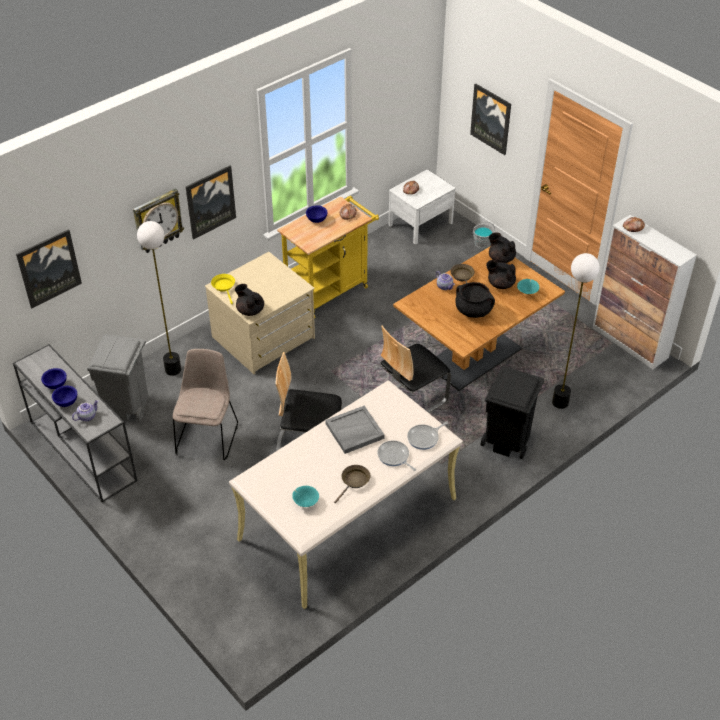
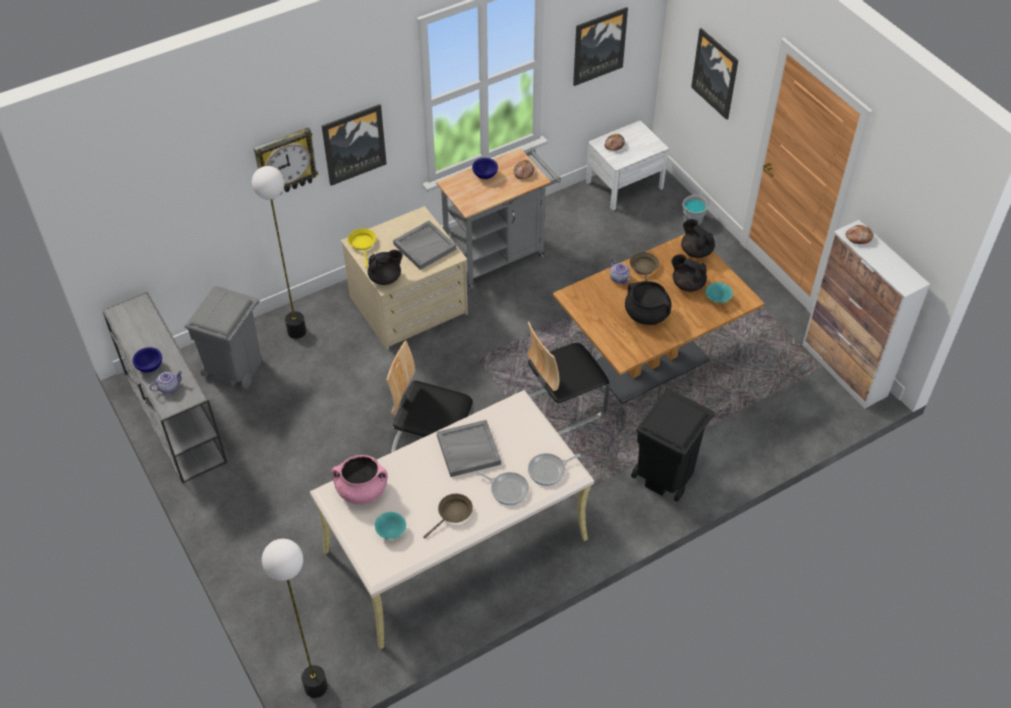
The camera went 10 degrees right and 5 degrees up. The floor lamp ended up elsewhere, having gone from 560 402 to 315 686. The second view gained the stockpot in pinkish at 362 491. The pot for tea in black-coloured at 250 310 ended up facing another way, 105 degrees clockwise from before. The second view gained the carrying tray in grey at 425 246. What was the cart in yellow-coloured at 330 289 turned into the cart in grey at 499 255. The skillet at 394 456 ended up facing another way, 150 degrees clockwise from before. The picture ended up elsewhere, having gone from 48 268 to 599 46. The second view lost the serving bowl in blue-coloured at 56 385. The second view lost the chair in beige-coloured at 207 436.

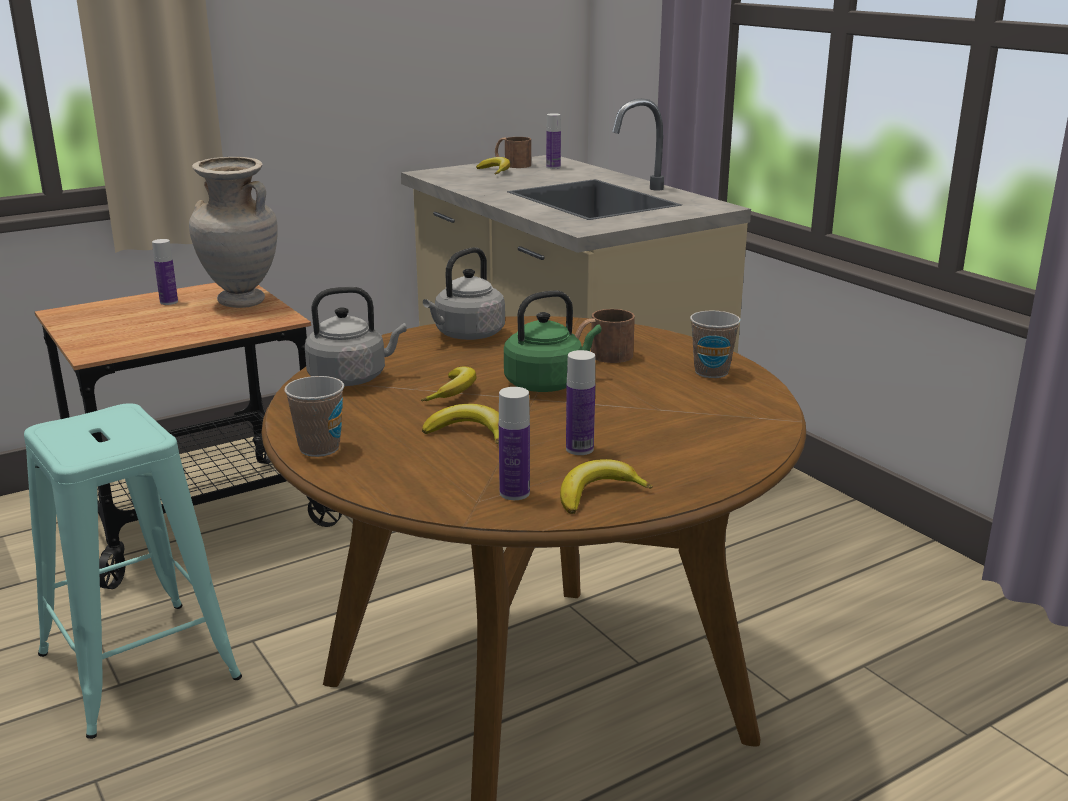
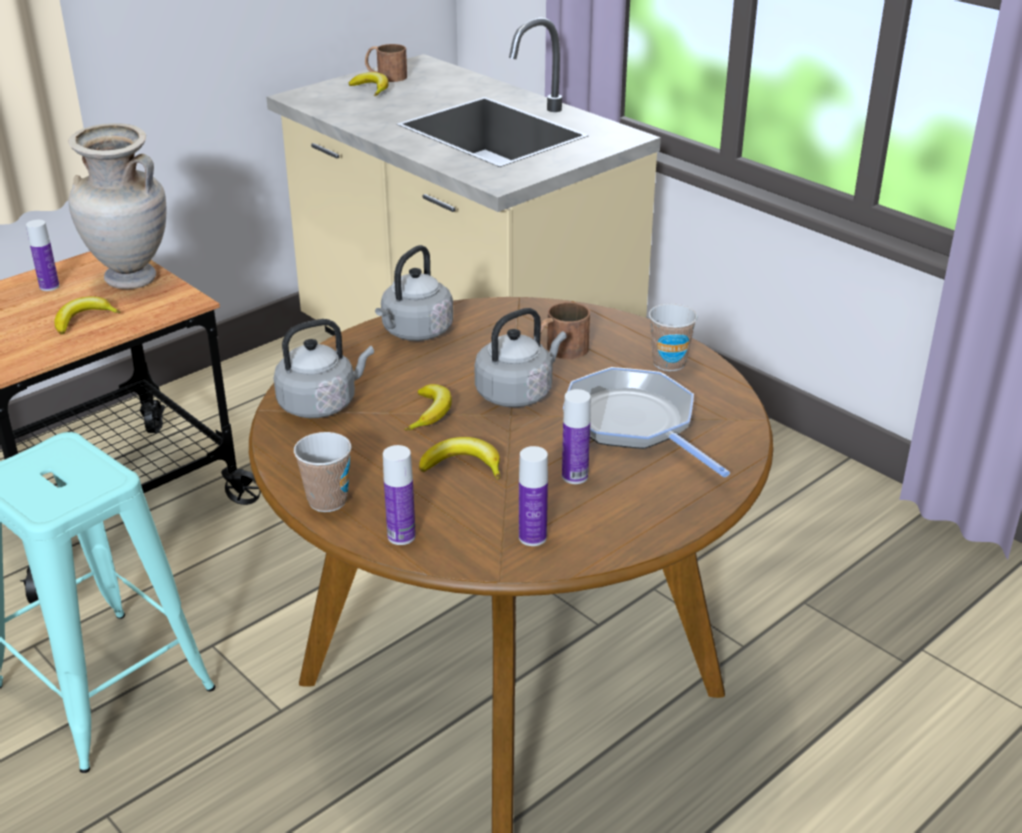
The camera went 10 degrees left and 10 degrees up. The whole banana ended up elsewhere, having gone from 598 494 to 84 320. The drink bottle ended up elsewhere, having gone from 553 167 to 401 536. What was the kettle in green-coloured at 547 383 turned into the kettle in grey at 517 393. The second view gained the skillet at 634 423.

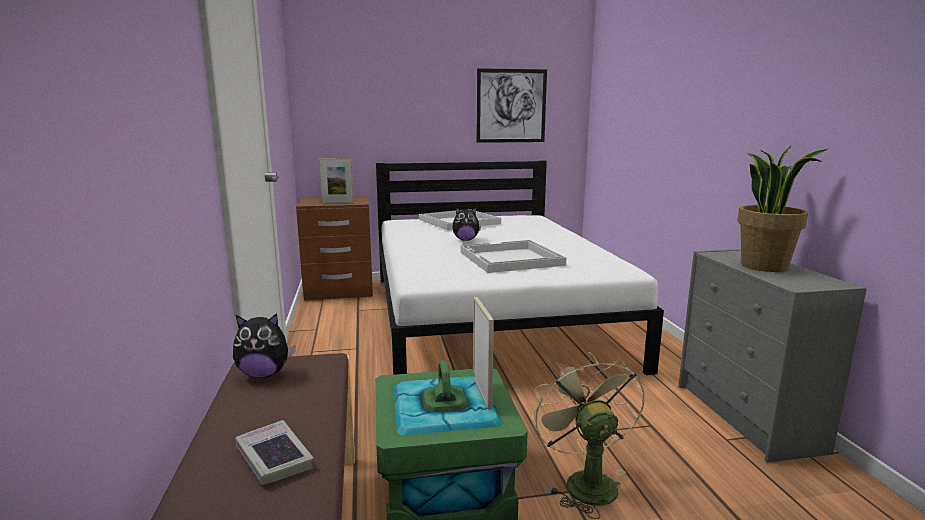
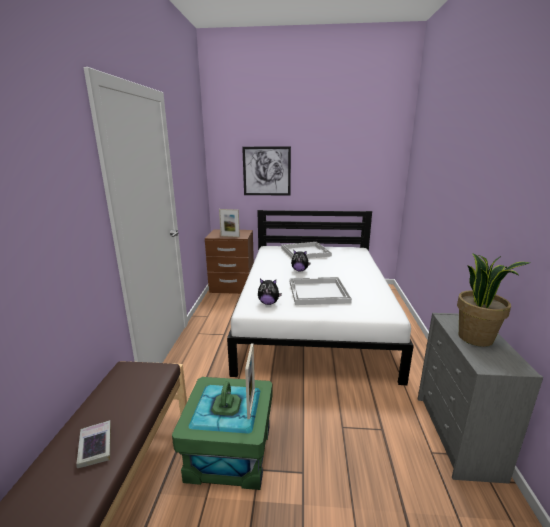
The camera went 15 degrees right and 5 degrees up. The picture ended up elsewhere, having gone from 511 106 to 266 171. The cuddly toy ended up elsewhere, having gone from 264 374 to 268 303. The second view lost the cooling fan in green-coloured at 584 481.

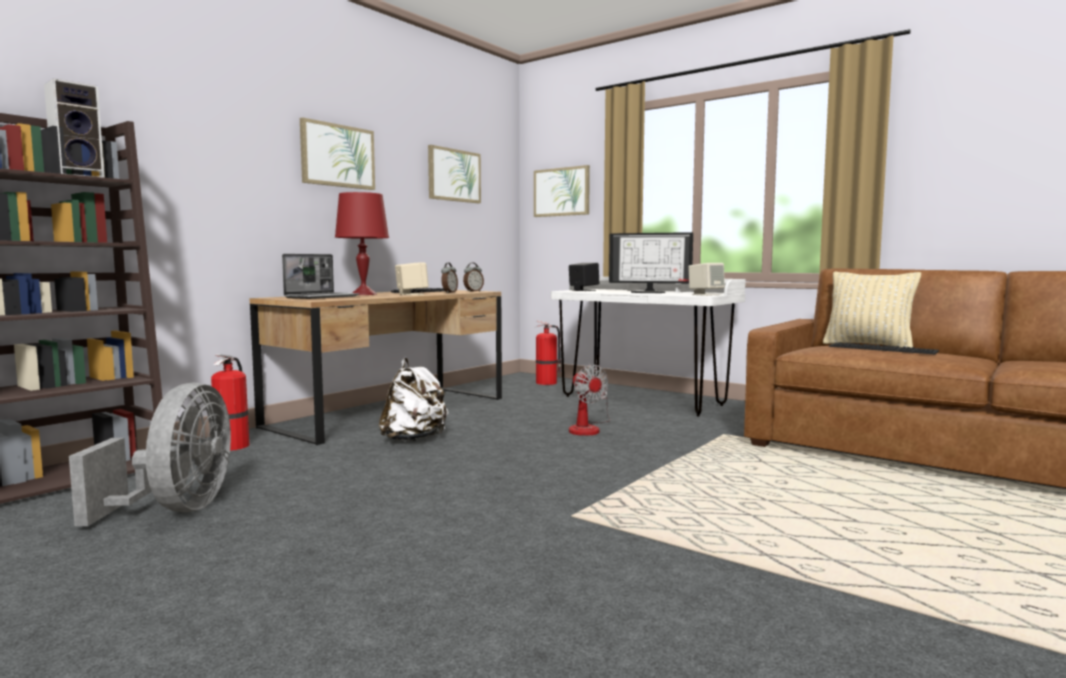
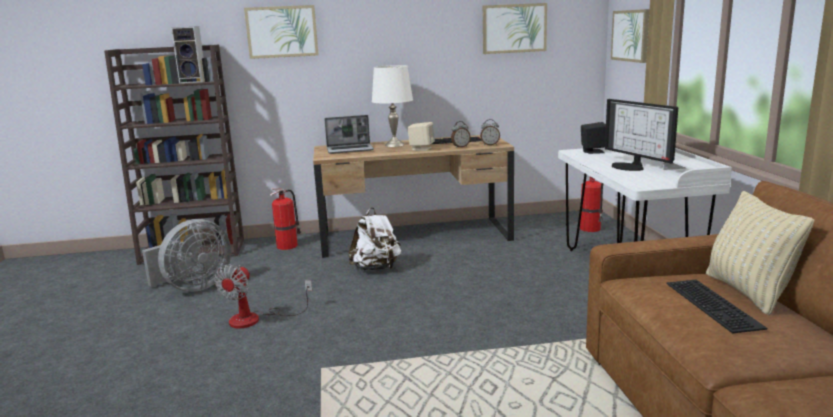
The camera went 45 degrees right and 10 degrees up. The cooling fan ended up elsewhere, having gone from 588 428 to 255 319. The picture ended up elsewhere, having gone from 337 156 to 282 31. What was the tabletop lamp in red at 364 294 turned into the tabletop lamp in white-coloured at 394 145. The second view lost the audio speaker in beige-coloured at 705 294.

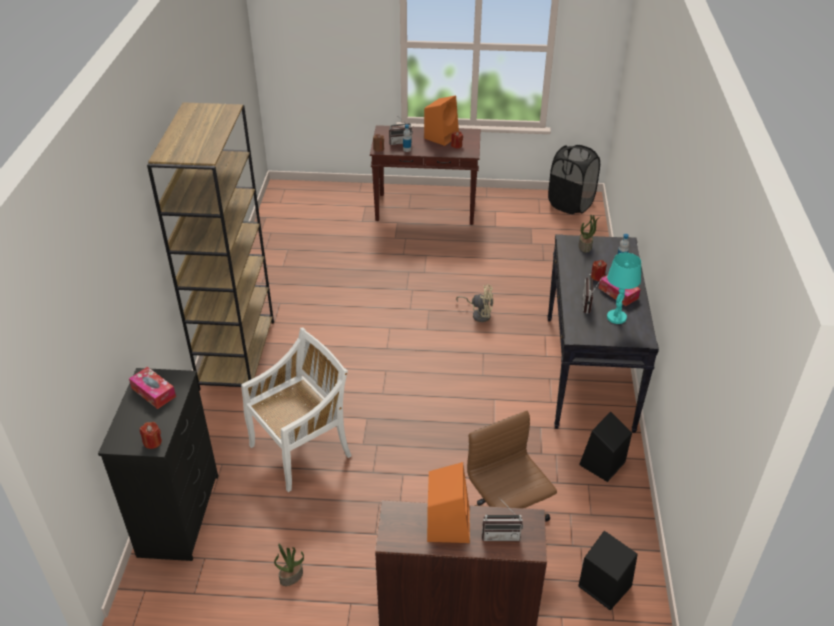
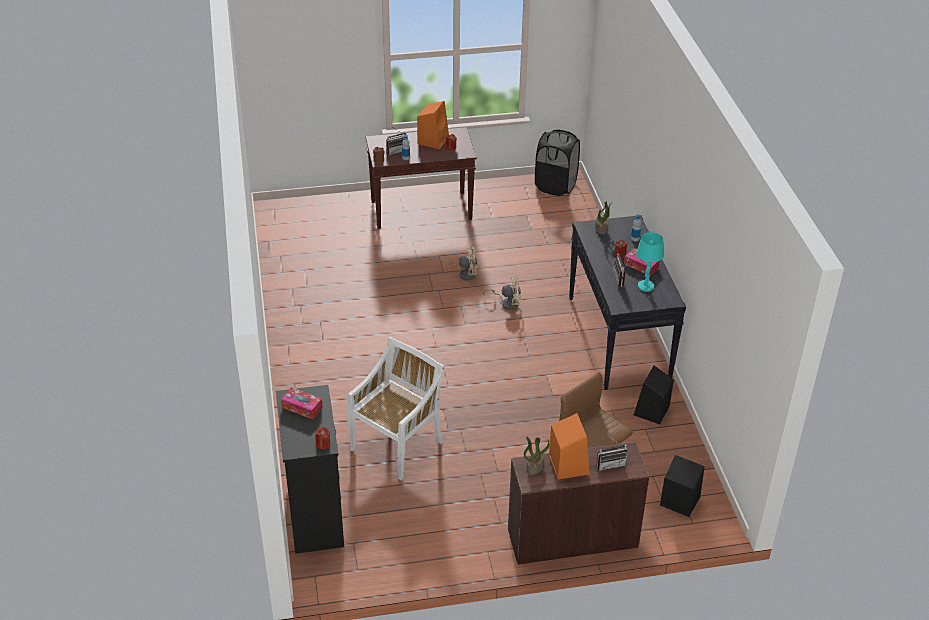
The camera went 15 degrees left and 0 degrees up. The second view gained the cooling fan in beige-coloured at 464 274. The houseplant ended up elsewhere, having gone from 291 576 to 535 467. The second view lost the bookcase in brown-coloured at 237 354.

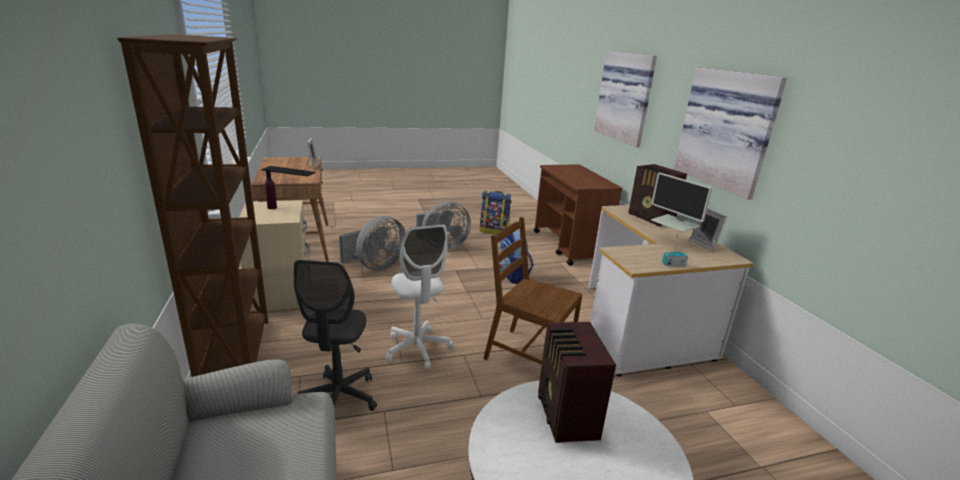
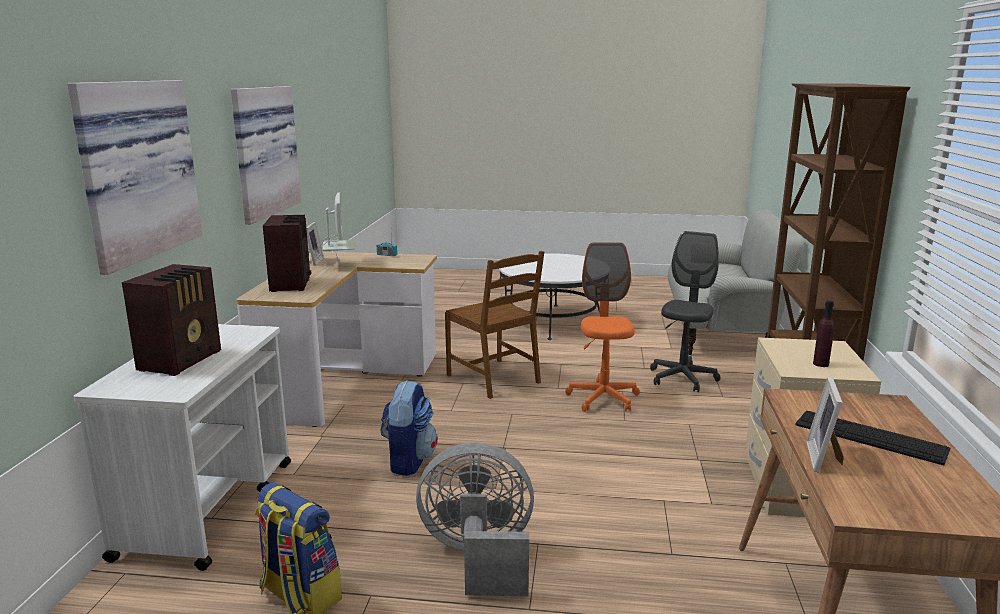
The camera went 155 degrees left and 5 degrees down. What was the cart in brown-coloured at 569 246 turned into the cart in white-coloured at 209 507. The radio ended up elsewhere, having gone from 566 417 to 182 360. What was the computer chair in white-coloured at 417 349 turned into the computer chair in orange-coloured at 603 398. The second view lost the cooling fan in grey at 376 266.

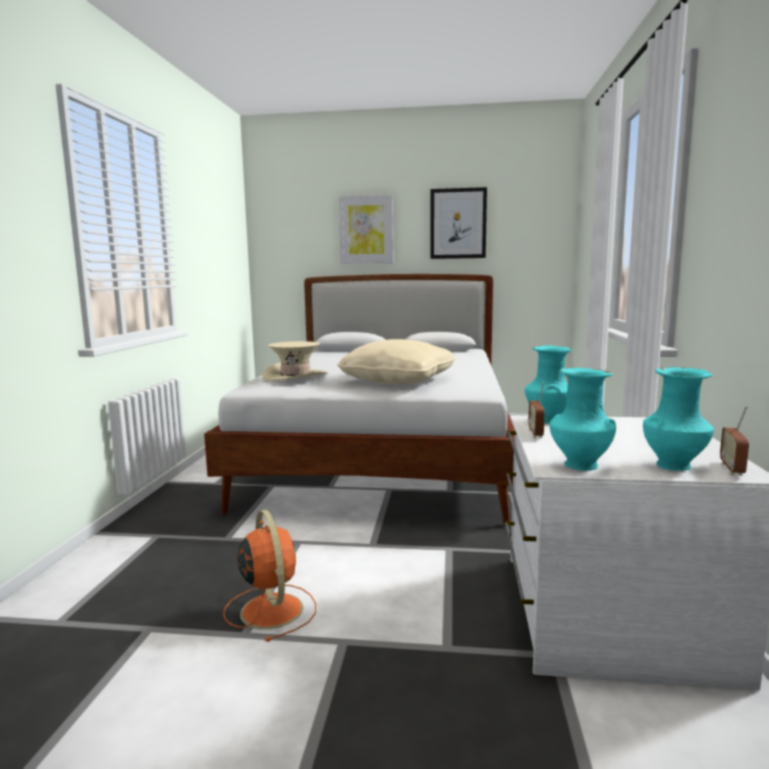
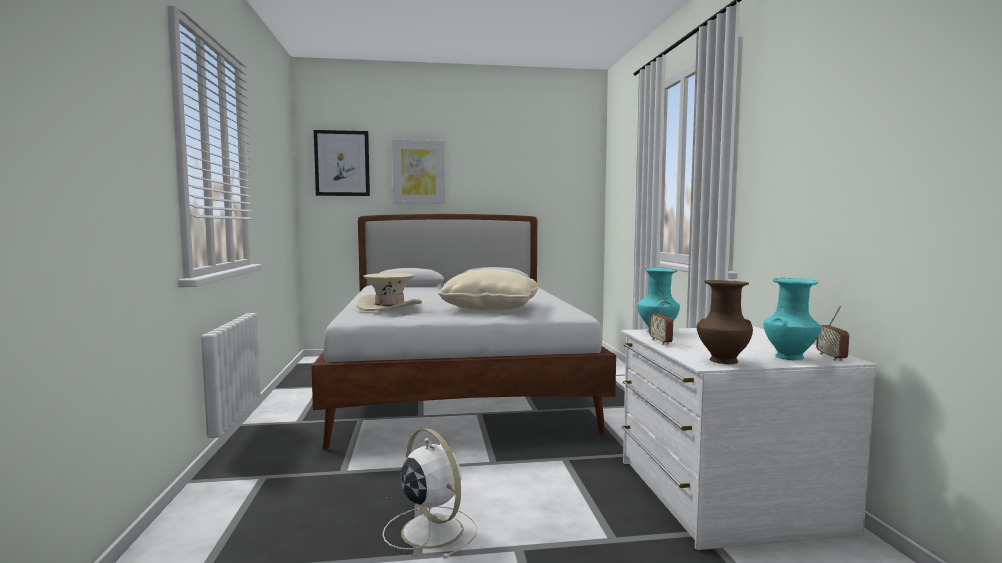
The camera went 15 degrees left and 5 degrees down. The picture ended up elsewhere, having gone from 458 223 to 342 163. What was the cooling fan in orange-coloured at 271 609 turned into the cooling fan in white-coloured at 430 529. What was the decorative vase in blue-green at 579 465 turned into the decorative vase in brown-coloured at 722 361.

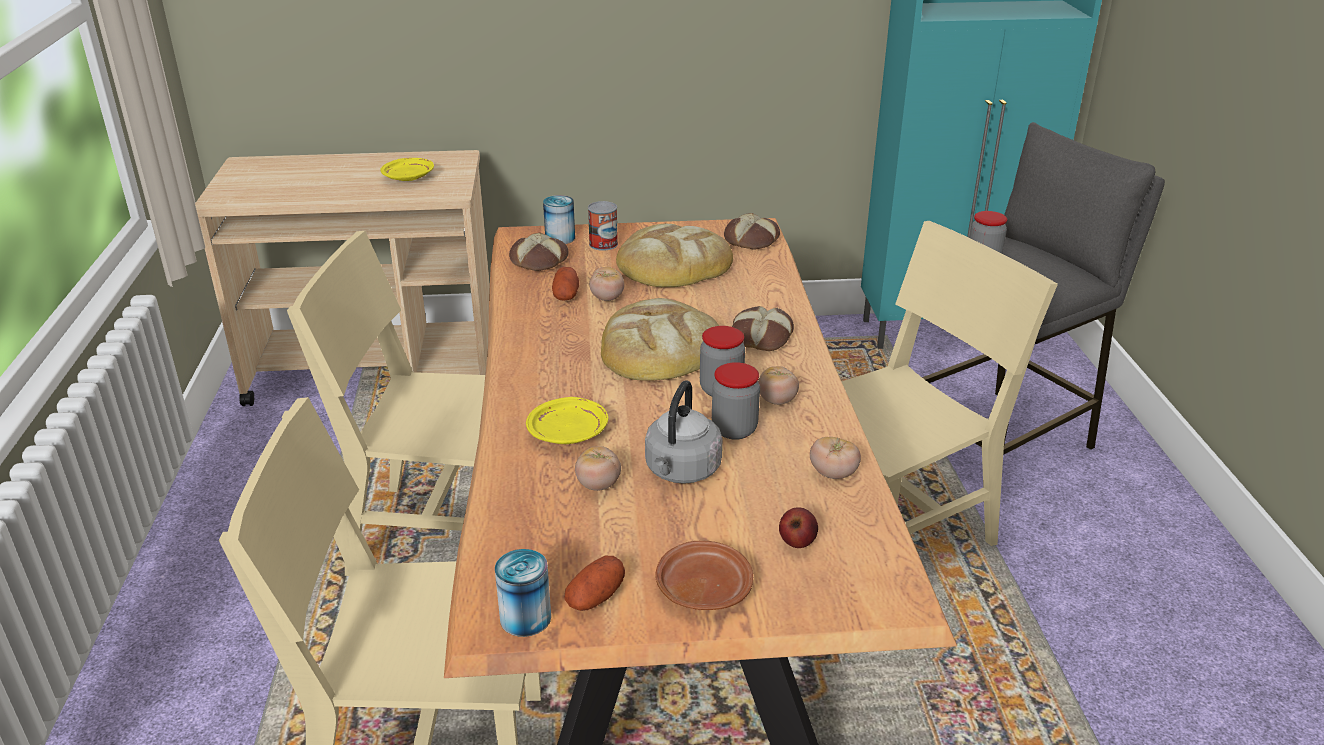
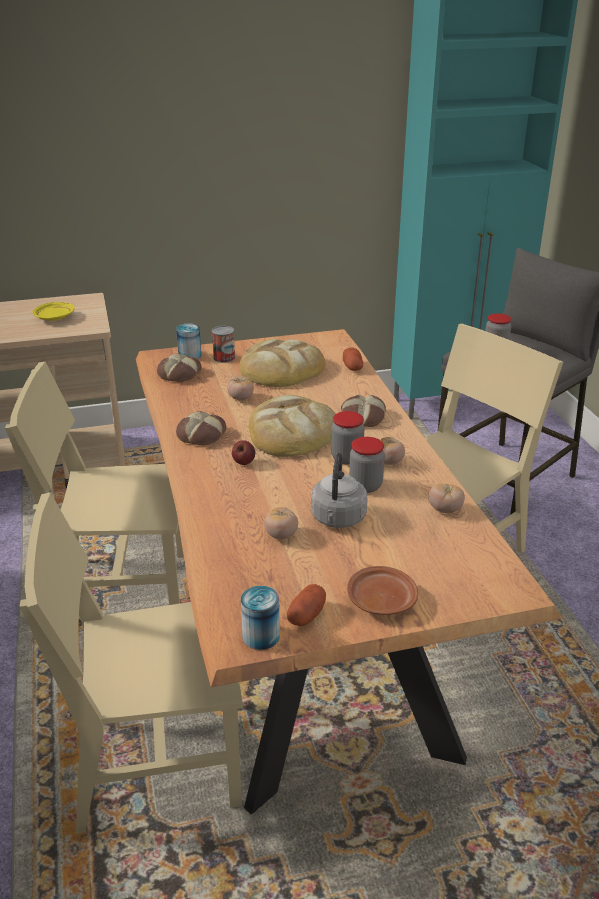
The camera went 10 degrees left and 0 degrees up. The bakery bread ended up elsewhere, having gone from 752 240 to 202 435. The whole apple ended up elsewhere, having gone from 797 542 to 243 462. The whole potato ended up elsewhere, having gone from 566 295 to 352 367. The second view lost the flat dish in yellow-coloured at 569 433.

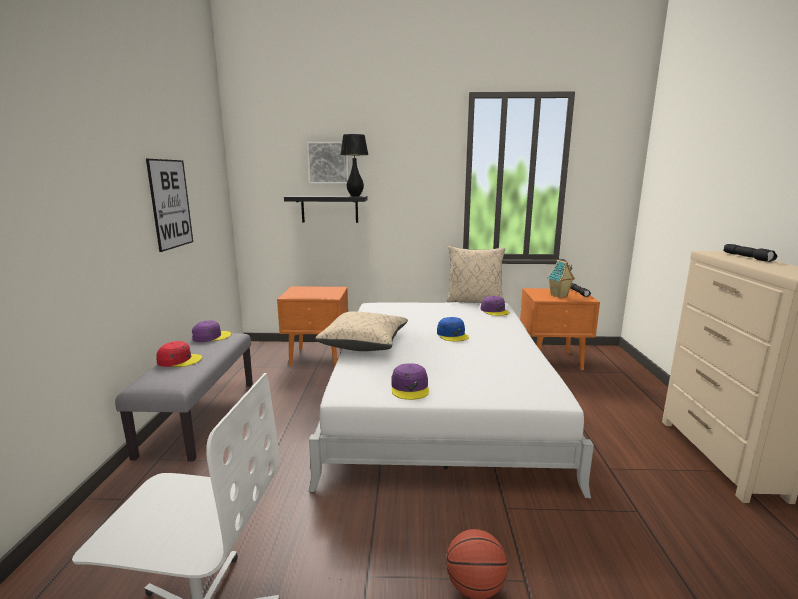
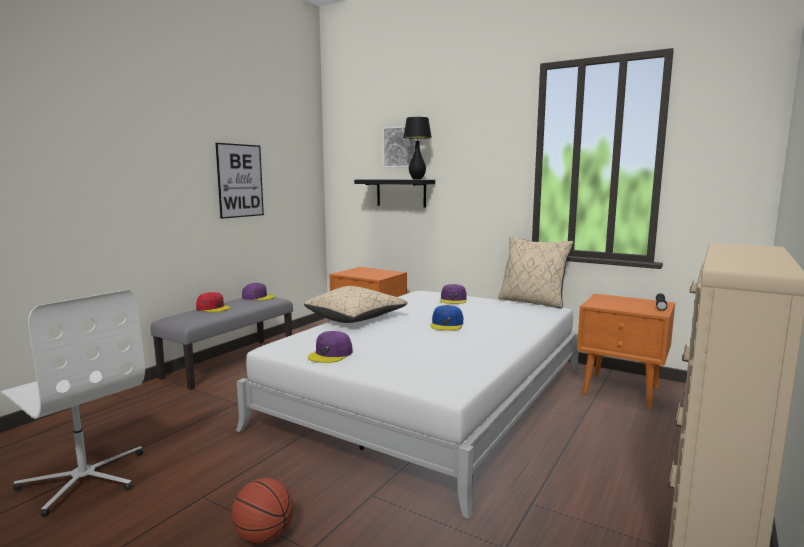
The camera went 30 degrees right and 5 degrees down. The cap in purplish ended up elsewhere, having gone from 494 311 to 453 300. The second view lost the miniature house at 559 296. The second view lost the hand torch in black-coloured at 748 257.

